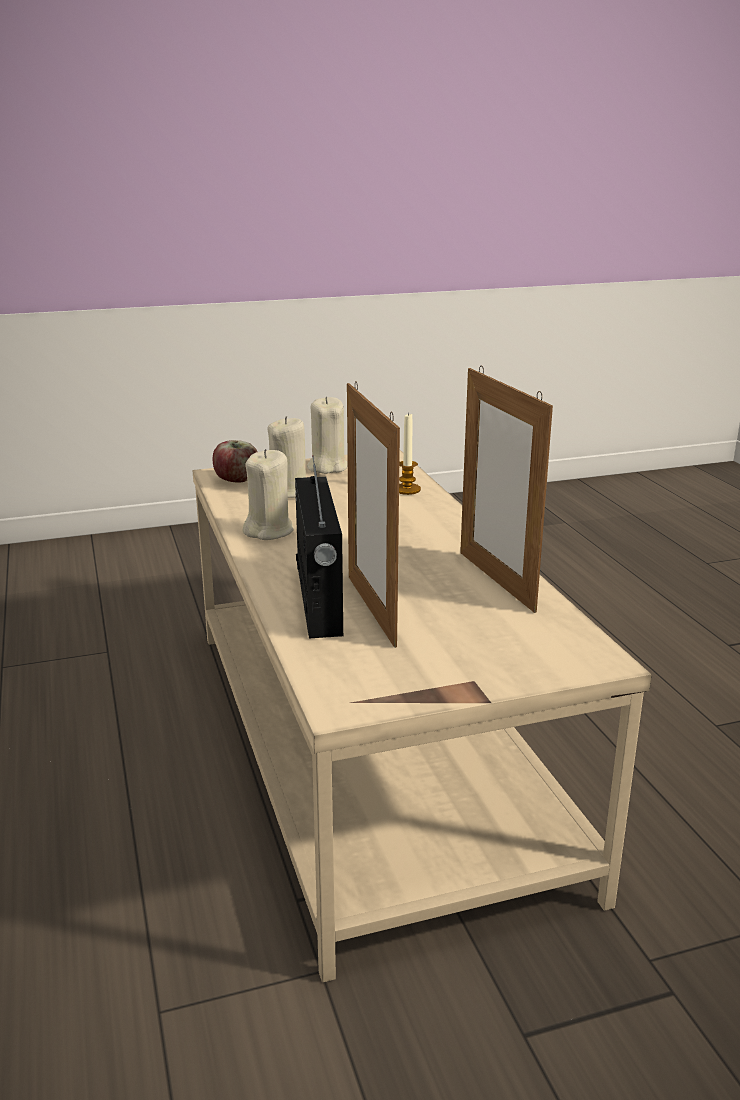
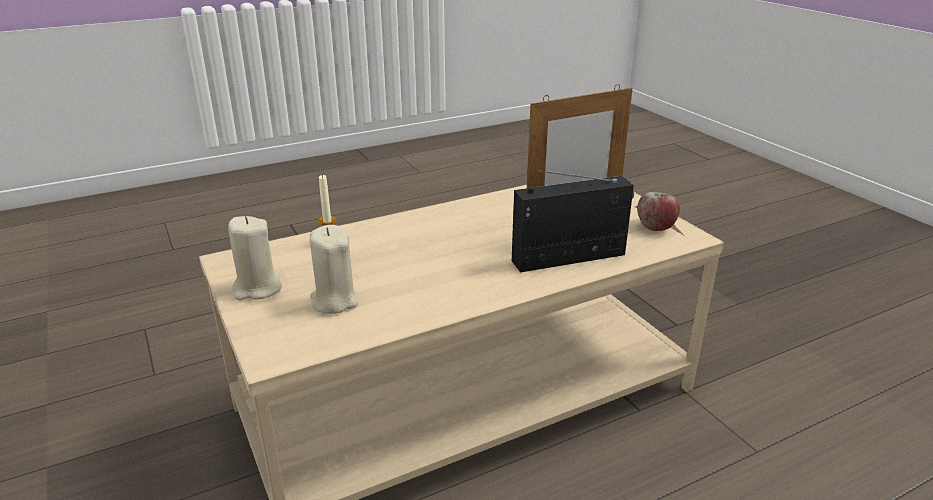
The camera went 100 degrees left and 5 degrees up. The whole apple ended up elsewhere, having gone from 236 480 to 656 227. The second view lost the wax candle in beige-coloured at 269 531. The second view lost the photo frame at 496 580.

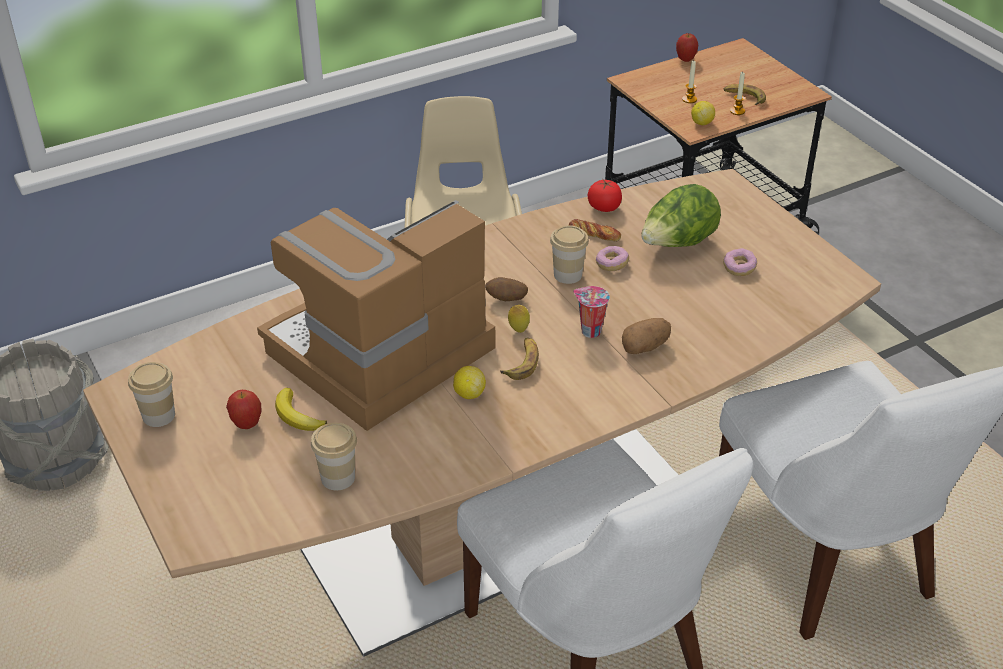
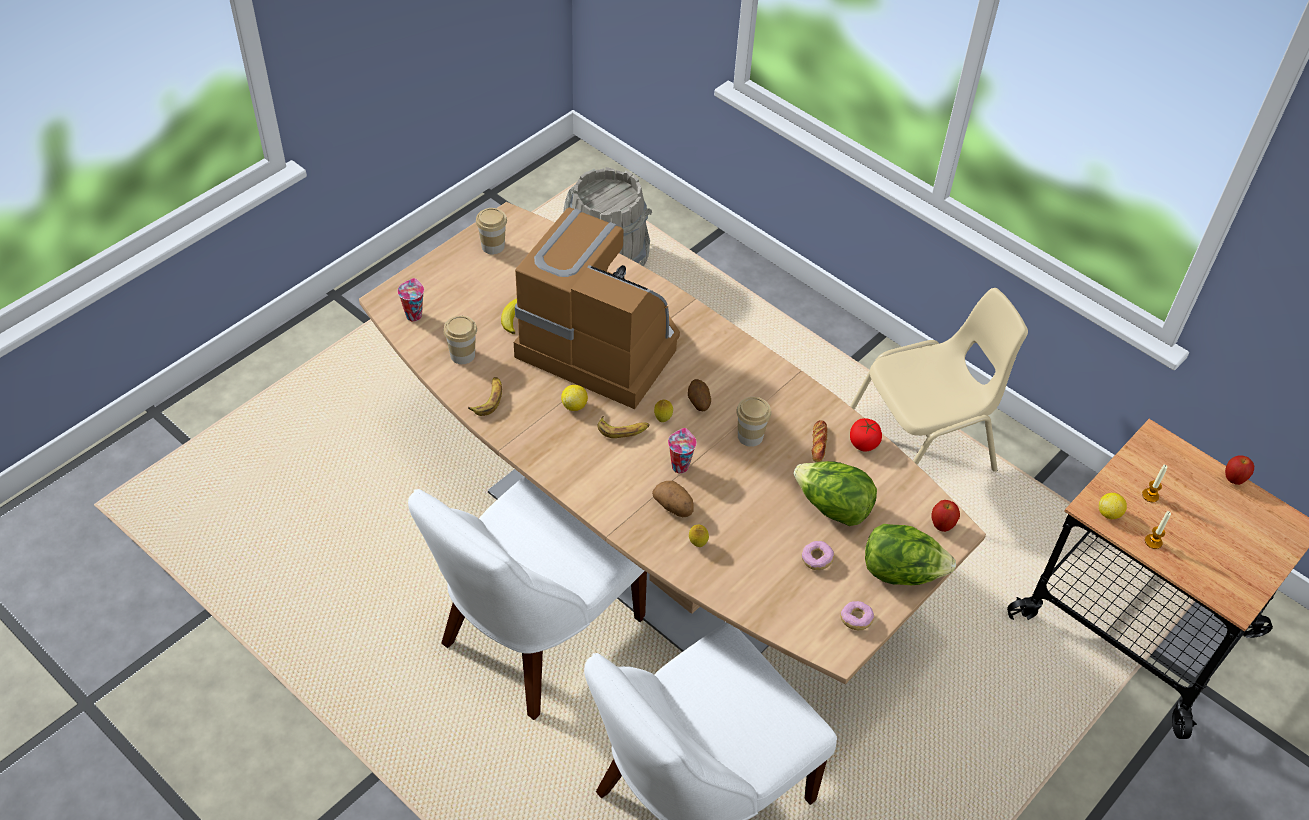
The camera went 70 degrees right and 10 degrees up. The second view gained the cup at 413 315. The whole banana ended up elsewhere, having gone from 744 98 to 488 399. The second view gained the lemon at 697 544. The donut ended up elsewhere, having gone from 612 264 to 856 619. The second view gained the lettuce head at 901 572. The whole apple ended up elsewhere, having gone from 247 424 to 942 526.

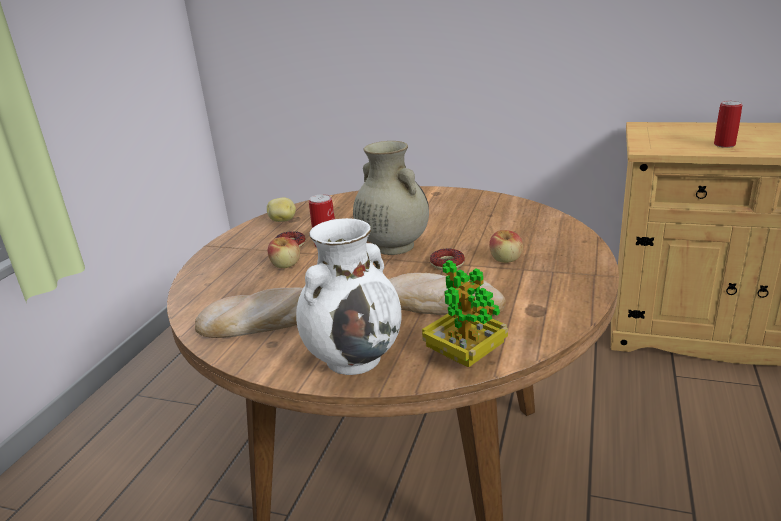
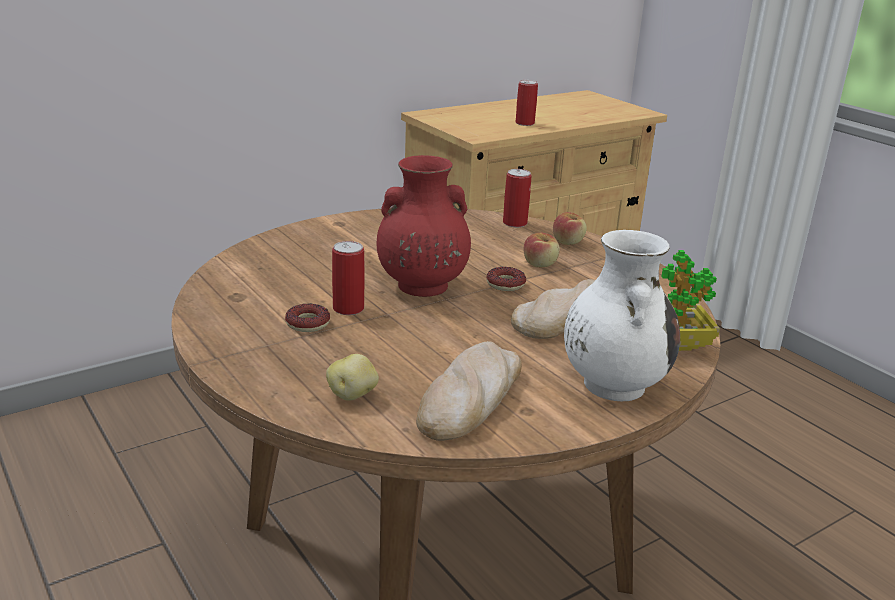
The camera went 55 degrees left and 0 degrees up. The whole potato ended up elsewhere, having gone from 283 220 to 353 395. What was the decorative vase in beige-coloured at 392 246 turned into the decorative vase in red at 421 286. The second view gained the sealed can at 515 223. The whole apple ended up elsewhere, having gone from 286 265 to 568 242.

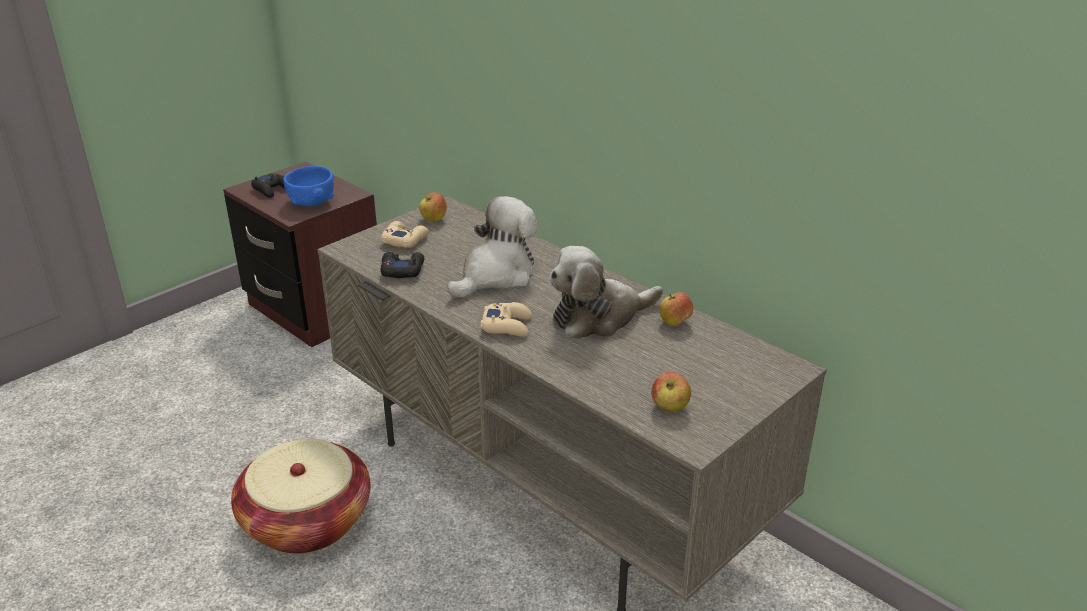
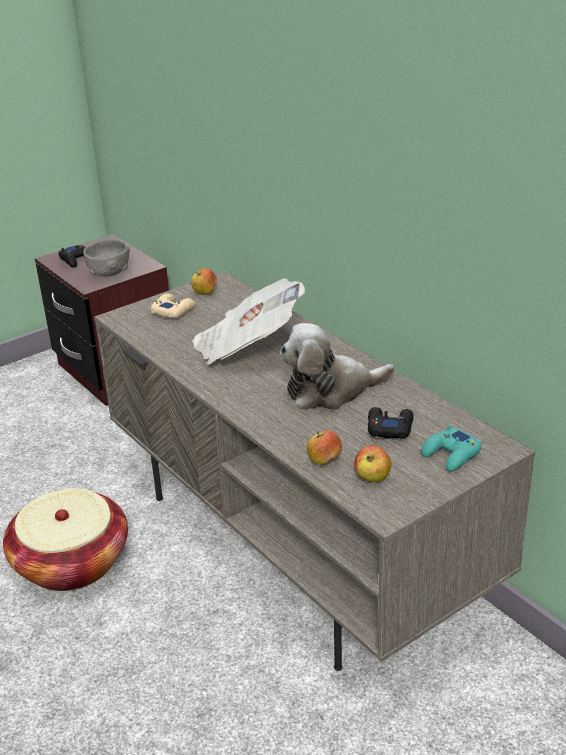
The camera went 10 degrees right and 0 degrees up. What was the serving bowl in blue-coloured at 312 202 turned into the serving bowl in grey at 109 273. Where the cuddly toy stood at 496 275, the newspaper came to stand at 247 347. The whole apple ended up elsewhere, having gone from 674 322 to 324 460. The game controller in black-coloured ended up elsewhere, having gone from 402 270 to 389 428. The second view gained the game controller in blue-green at 451 455. The second view lost the game controller in beige-coloured at 507 325.

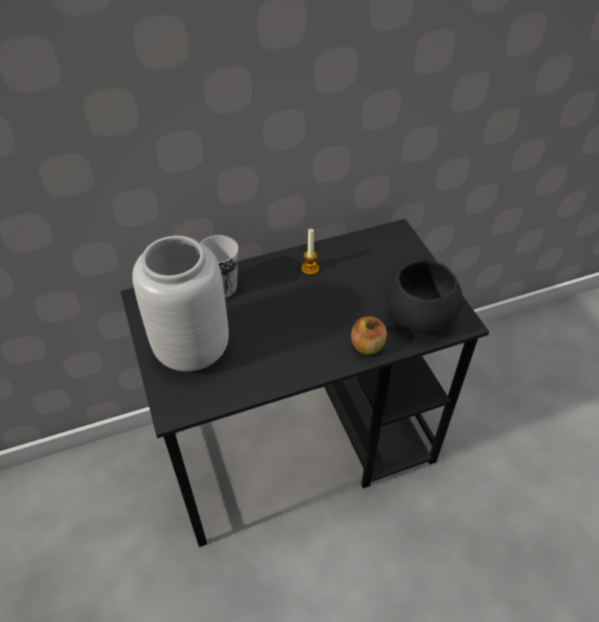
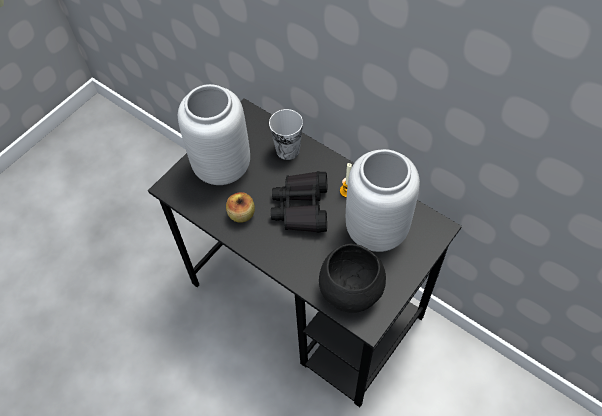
The camera went 60 degrees right and 10 degrees up. The whole apple ended up elsewhere, having gone from 367 346 to 241 214. The second view gained the field glasses in black-coloured at 301 207. The second view gained the decorative vase in grey at 375 231.

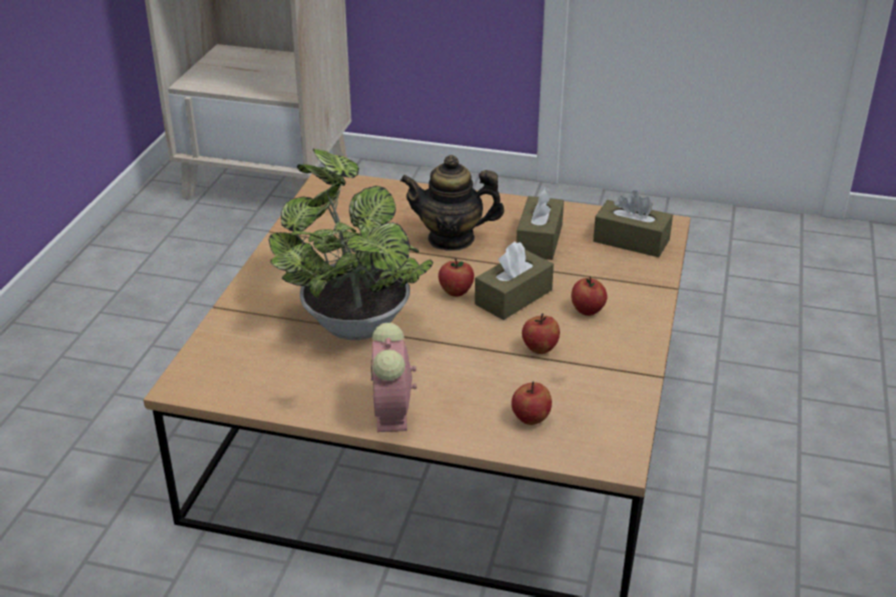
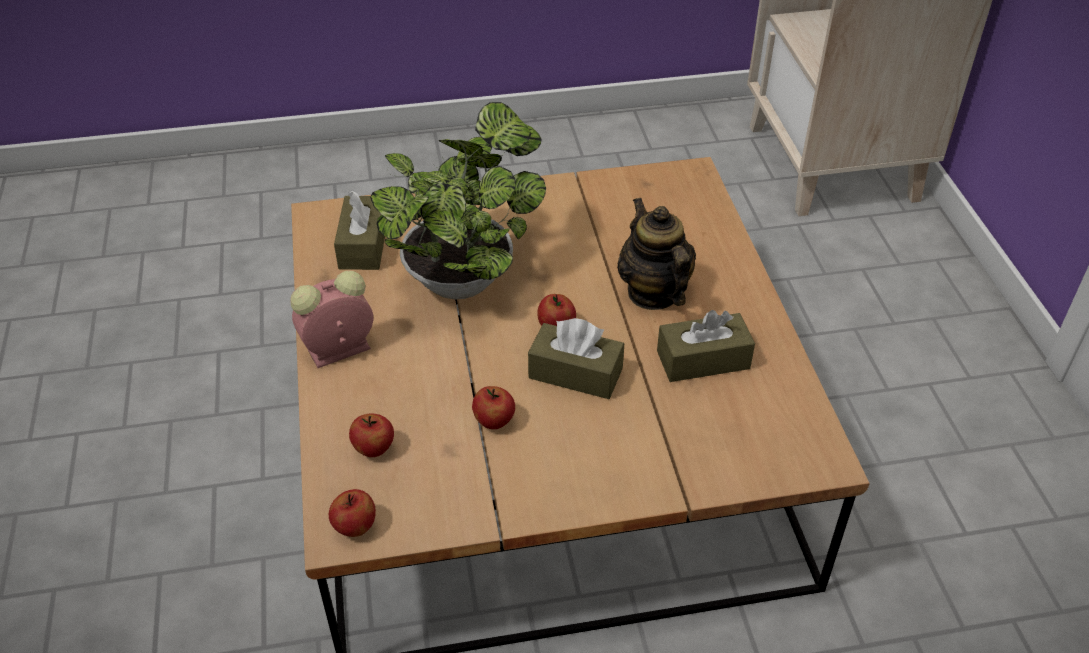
The camera went 65 degrees right and 10 degrees up. The whole apple ended up elsewhere, having gone from 587 311 to 355 527. The tissue holder in brown-coloured ended up elsewhere, having gone from 631 241 to 363 245.

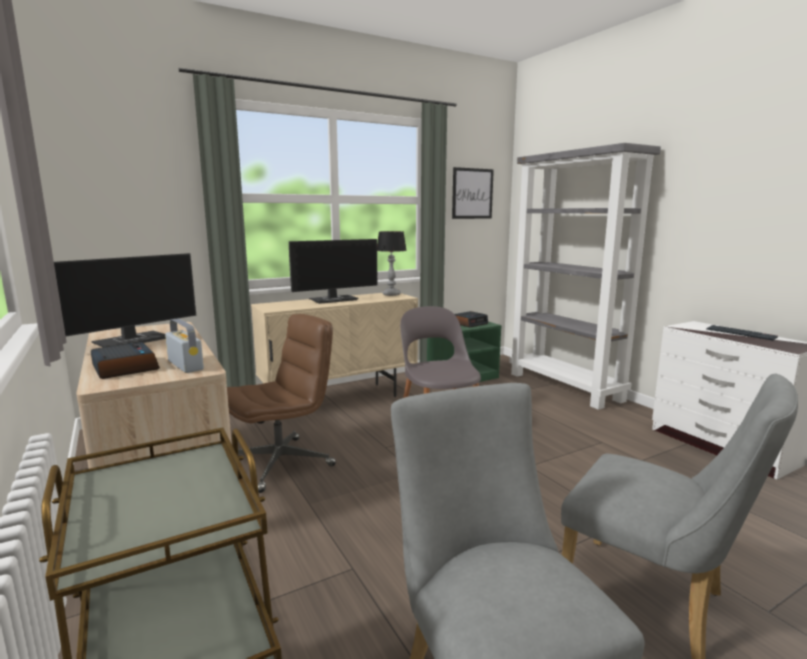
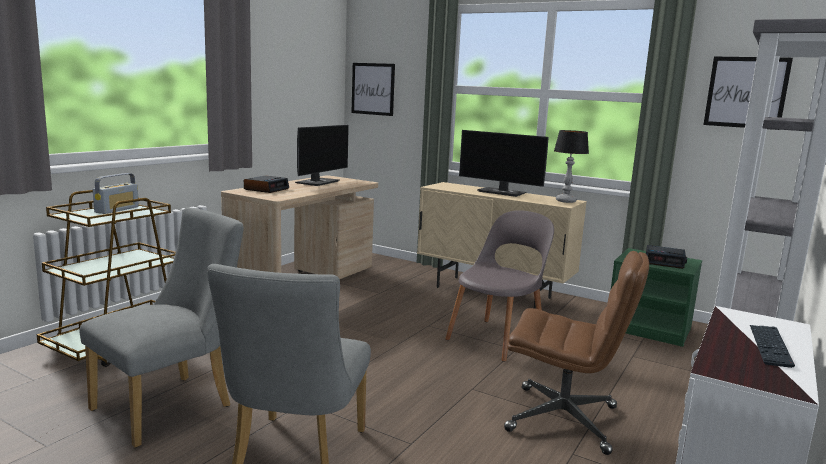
The camera went 60 degrees right and 0 degrees up. The radio ended up elsewhere, having gone from 185 365 to 117 209. The computer display at 133 340 ended up facing another way, 75 degrees counterclockwise from before. The second view gained the picture at 373 89. The computer chair in brown-coloured ended up elsewhere, having gone from 281 463 to 564 419.

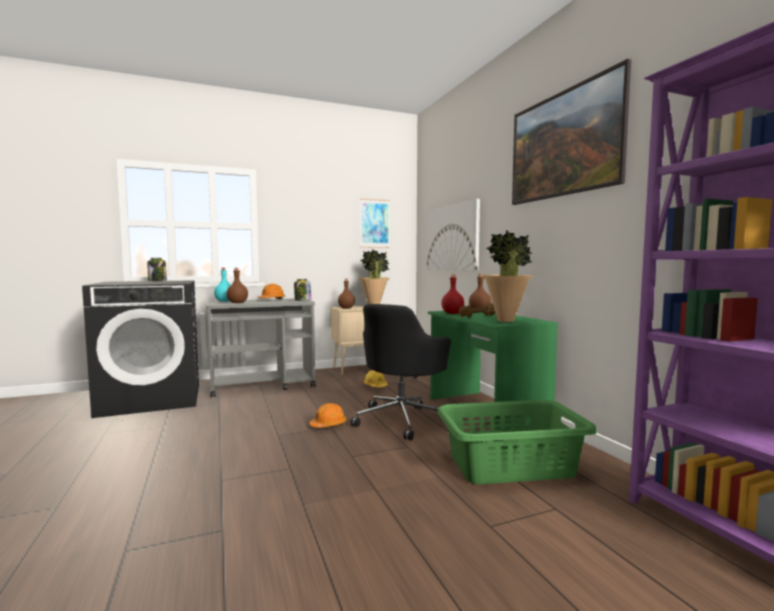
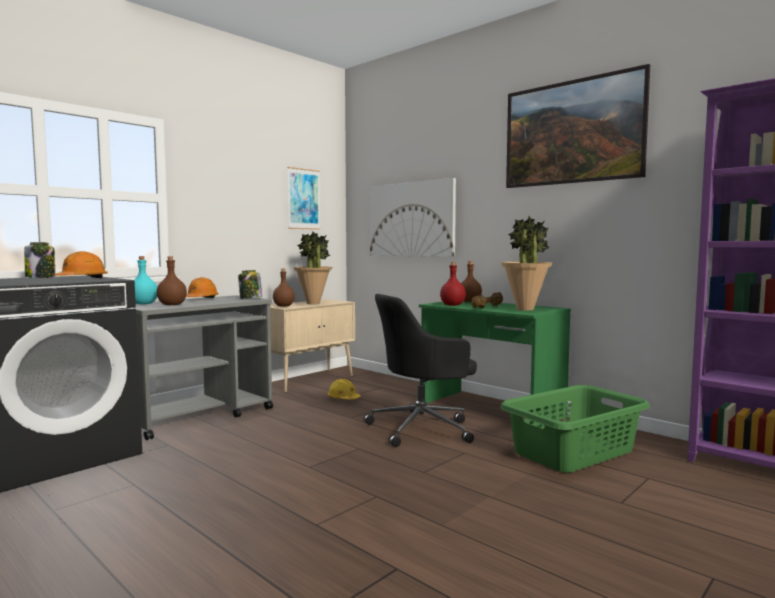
The camera went 25 degrees left and 0 degrees up. The hard hat in orange-coloured ended up elsewhere, having gone from 328 425 to 82 279. The computer chair in black-coloured at 402 419 ended up facing another way, 60 degrees clockwise from before.

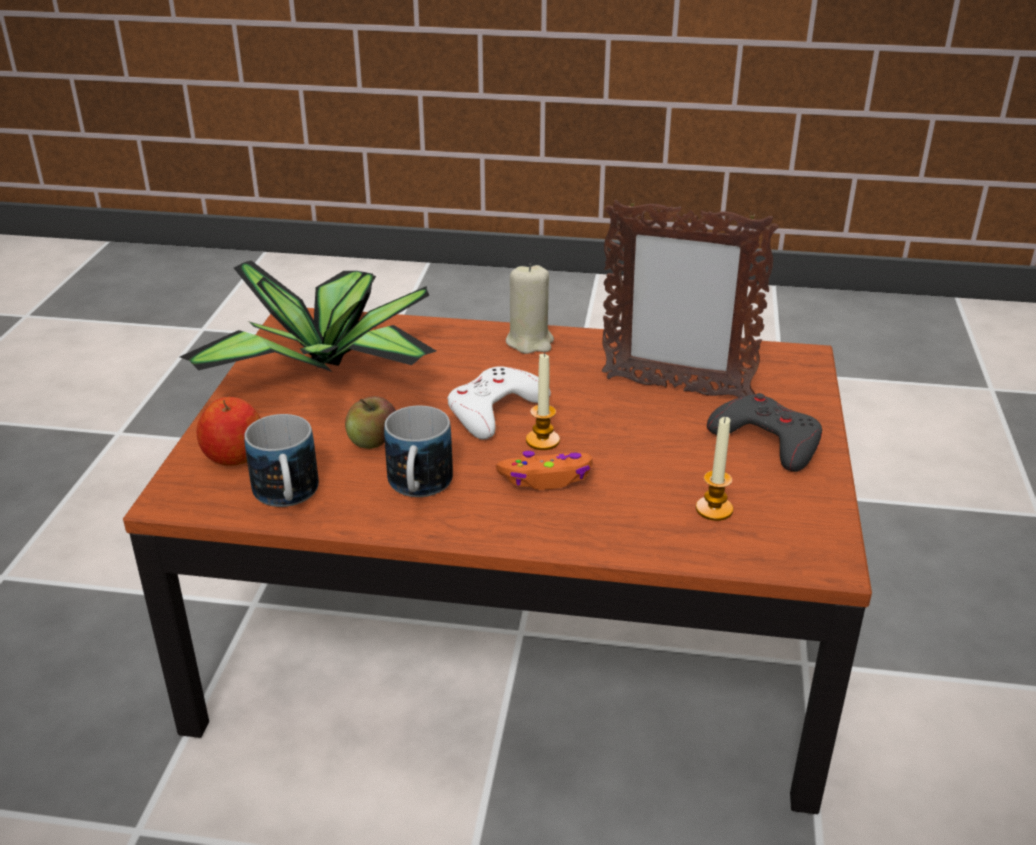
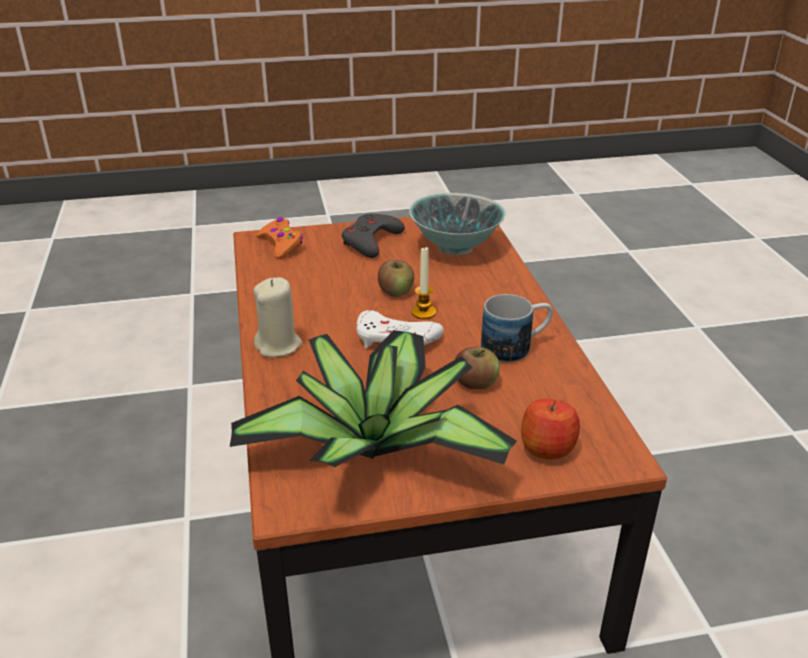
The camera went 110 degrees left and 0 degrees up. The game controller in orange-coloured ended up elsewhere, having gone from 546 478 to 281 245. The second view gained the whole apple at 396 291. Where the wax candle stood at 714 509, the serving bowl came to stand at 455 249. The second view lost the tea mug at 287 497. The second view lost the photo frame at 674 388.

